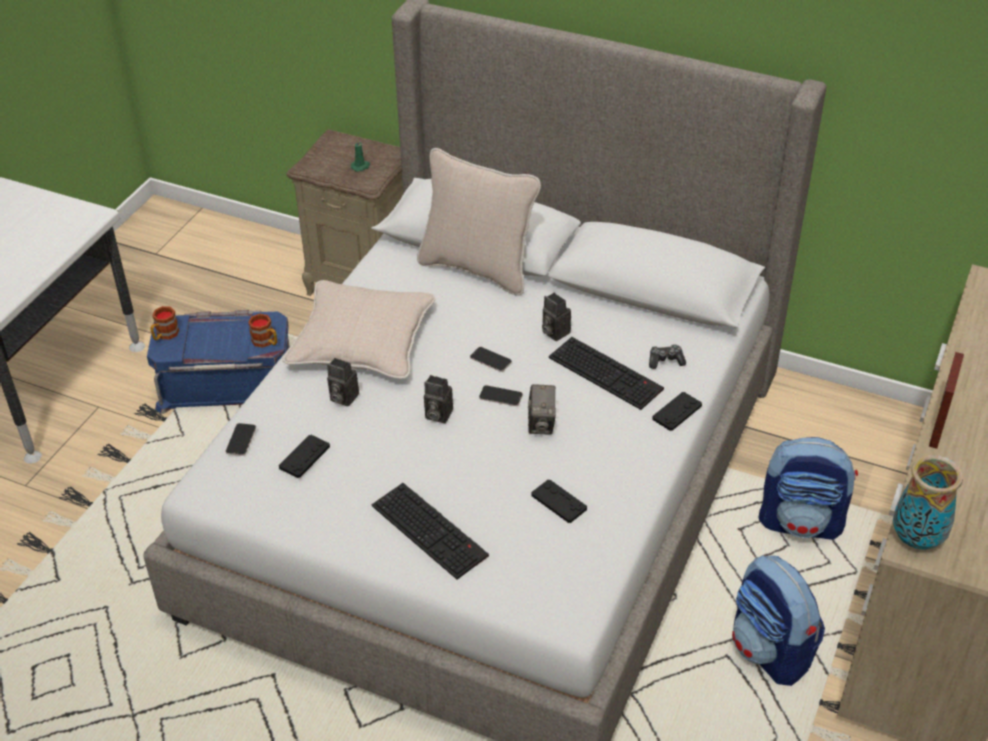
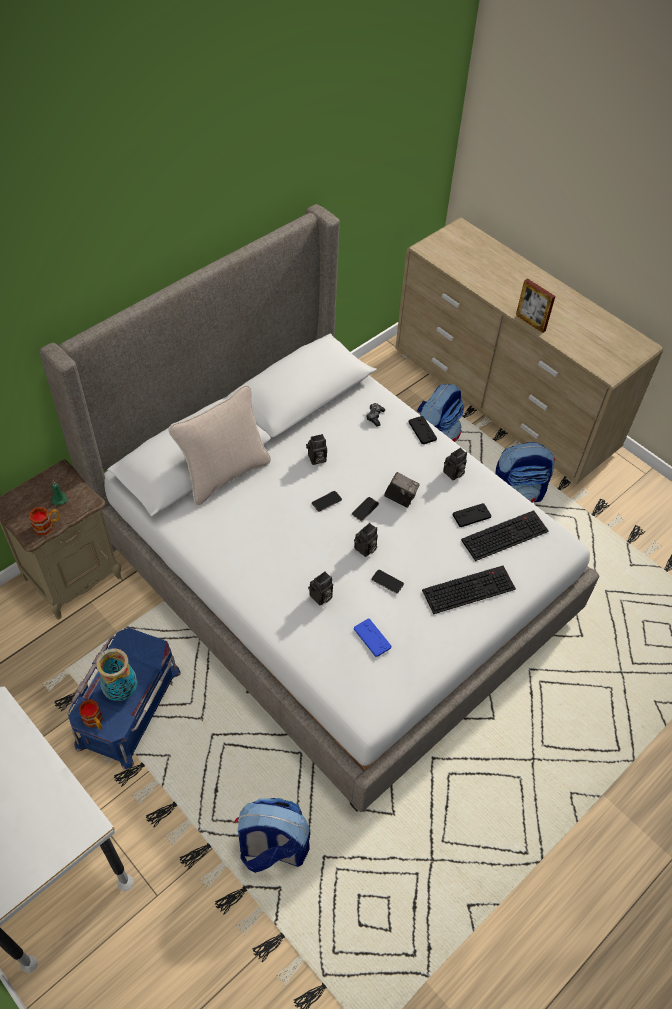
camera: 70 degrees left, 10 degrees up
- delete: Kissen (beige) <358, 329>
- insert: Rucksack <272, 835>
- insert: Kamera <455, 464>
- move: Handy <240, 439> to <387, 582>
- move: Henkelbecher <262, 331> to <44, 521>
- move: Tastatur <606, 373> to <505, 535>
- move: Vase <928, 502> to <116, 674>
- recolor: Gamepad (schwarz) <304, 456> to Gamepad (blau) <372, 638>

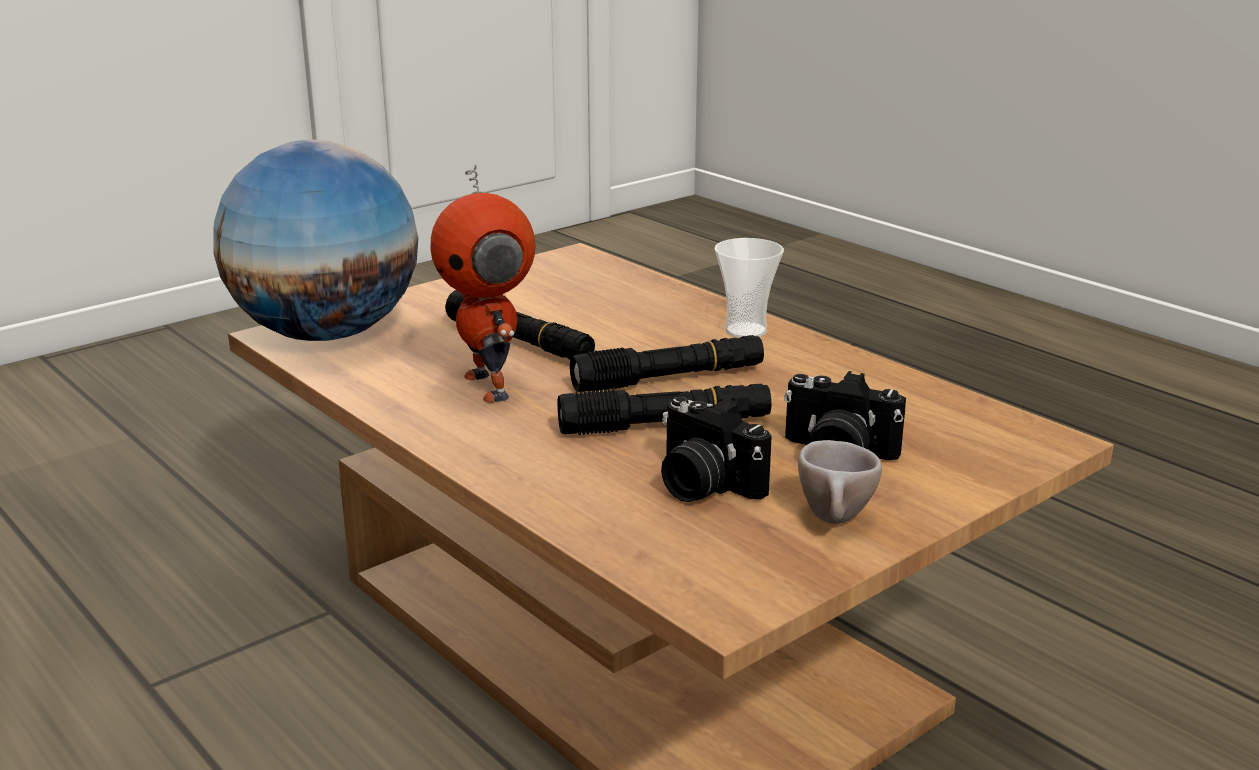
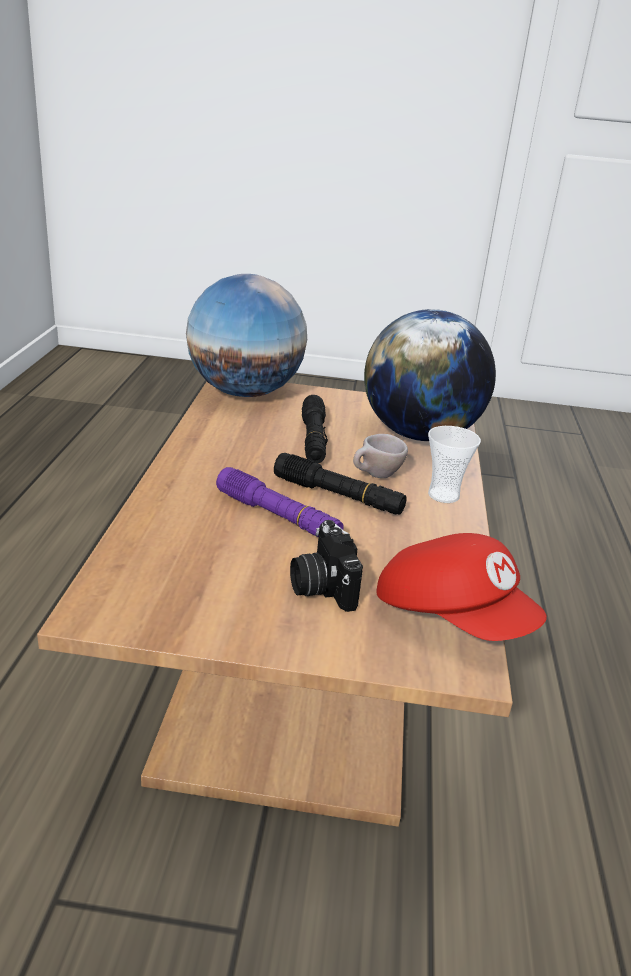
camera: 45 degrees right, 5 degrees up
- delete: Spielzeugroboter <483, 284>
- delete: Kamera <716, 449>
- insert: Globus <430, 375>
- insert: Kappe (rot) <461, 587>
- move: Tasse (beige) <840, 482> to <380, 456>
- recolor: Taschenlampe (schwarz) <665, 409> to Taschenlampe (lila) <279, 502>

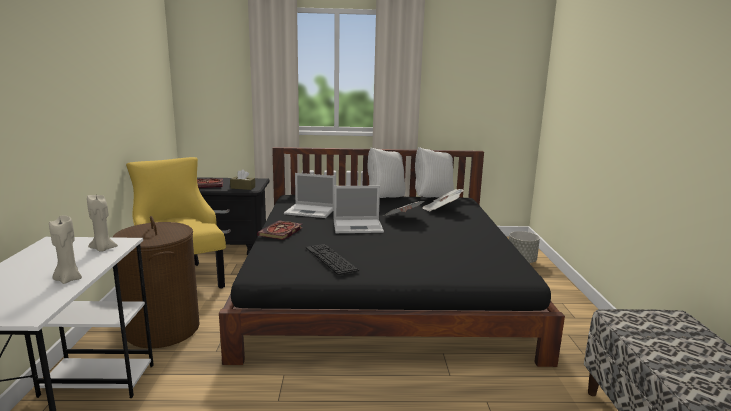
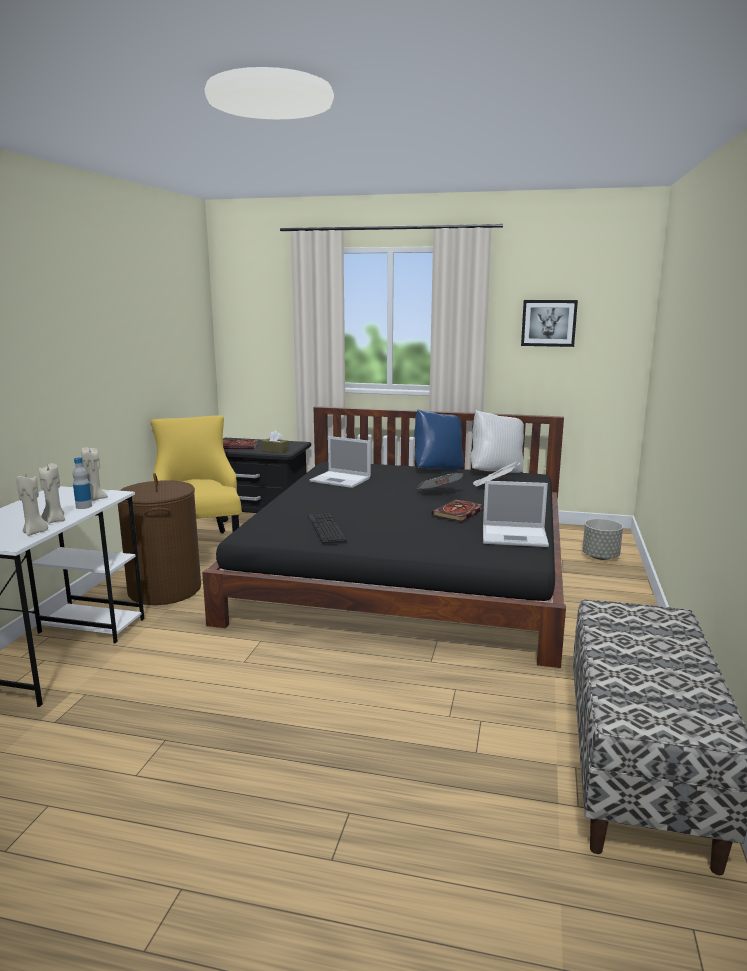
camera: 15 degrees right, 0 degrees up
- insert: Kerze (beige) <32, 506>
- insert: Flasche <82, 483>
- insert: Bild <549, 323>
- move: Buch <280, 230> to <457, 510>
- move: Laptop <359, 209> to <516, 514>
- recolor: Kissen (weiß) <386, 172> to Kissen (blau) <439, 439>

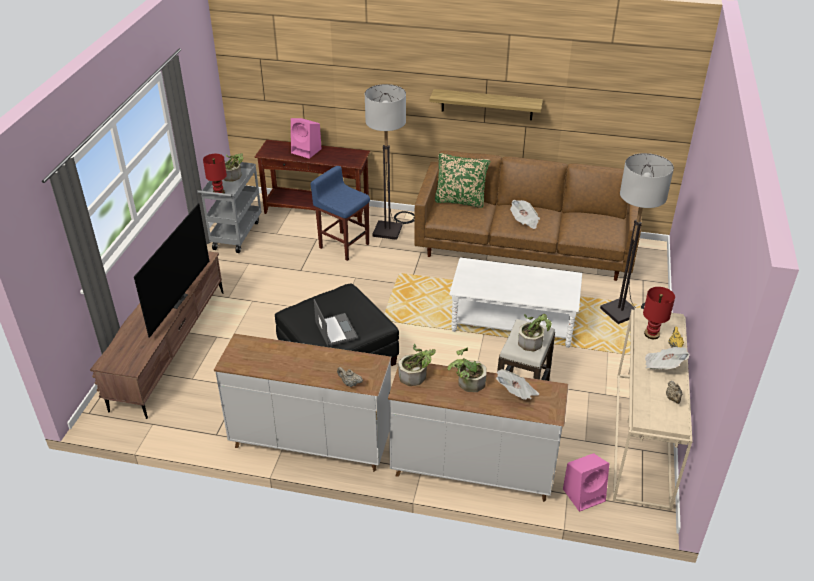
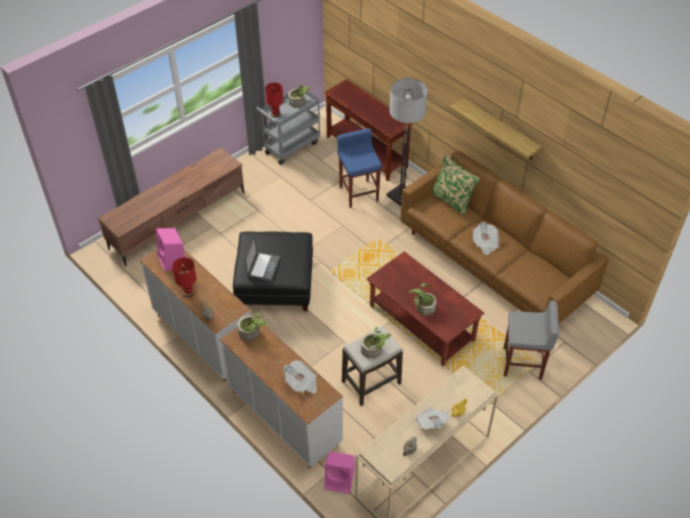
camera: 35 degrees right, 10 degrees up
- delete: Fernseher <171, 270>
- move: Lautsprecher (rosa) <306, 138> to <170, 250>
- move: Topfpflanze <467, 370> to <423, 299>
- move: Tischlampe (rot) <659, 313> to <184, 277>
- replace: Stehlampe <637, 238> to Hocker (grau) <531, 340>
- recolor: Couchtisch (weiß) <515, 303> to Couchtisch (braun) <425, 309>

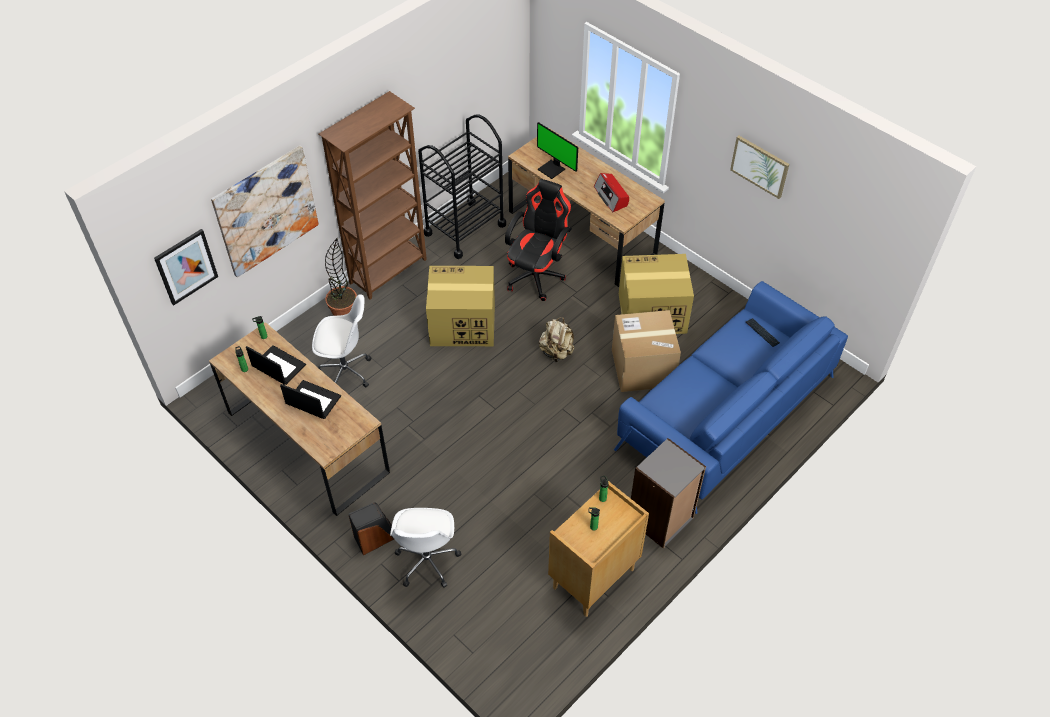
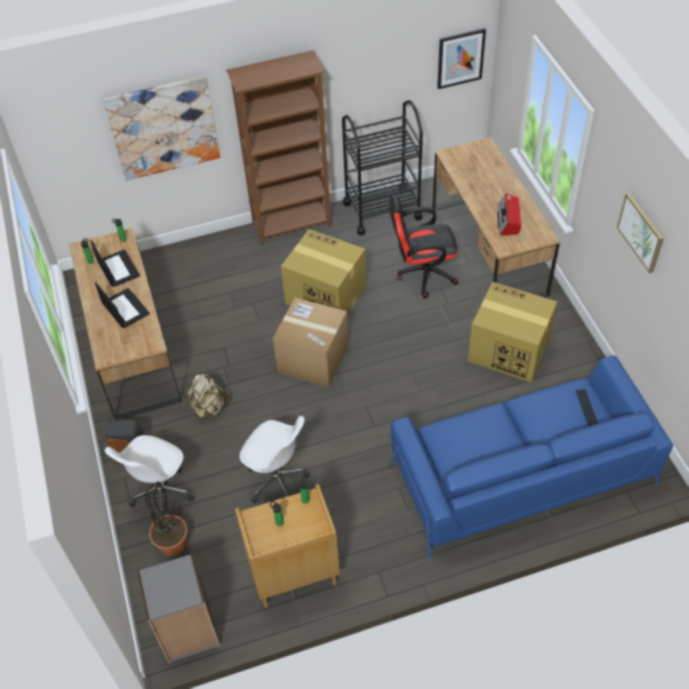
camera: 30 degrees right, 0 degrees up
- delete: Monitor <557, 150>
- move: Bild <186, 267> to <461, 58>
- move: Bürostuhl (weiß) <341, 341> to <275, 459>
- move: Topfpflanze <341, 277> to <166, 518>
- move: Rucksack (beige) <556, 339> to <208, 396>
- move: Karton <646, 351> to <311, 342>
- move: Bücherregal (grau) <668, 493> to <178, 608>
- rotate: Bürostuhl (schwarz) <538, 240> = <423, 247> 150 degrees counterclockwise

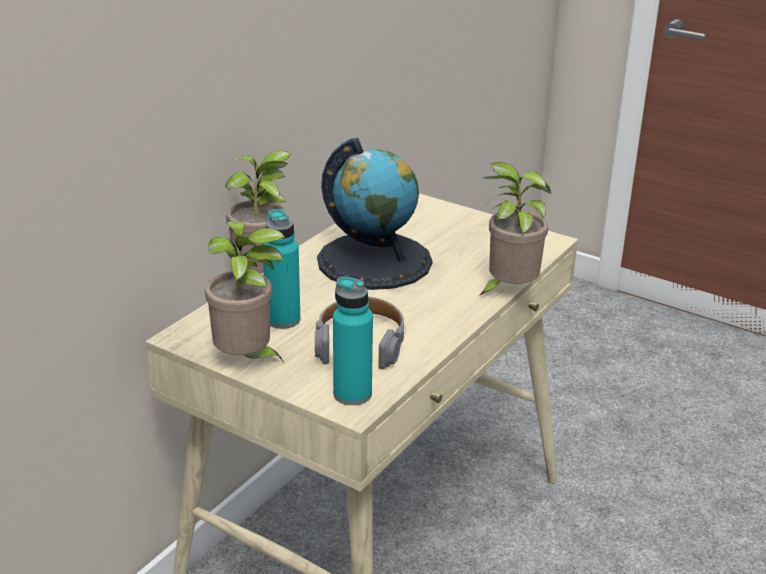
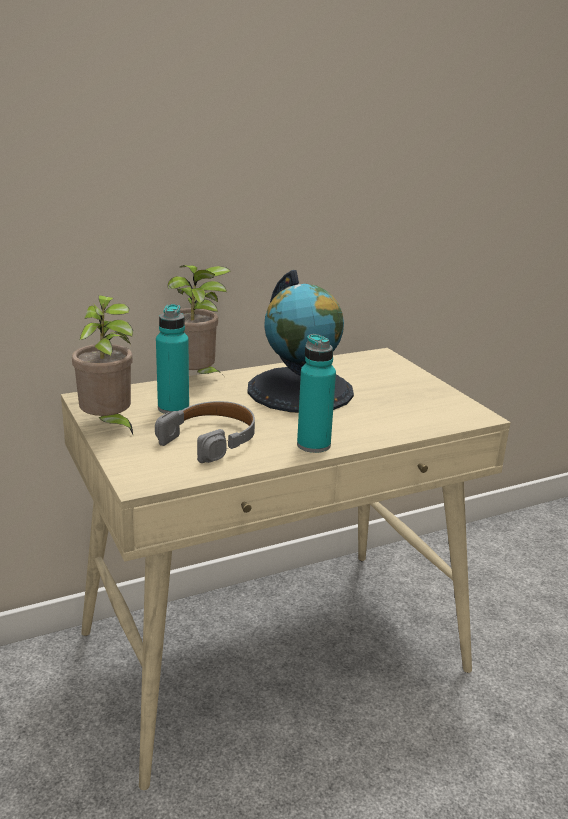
camera: 30 degrees right, 5 degrees down
- delete: Topfpflanze <514, 229>
- move: Flasche (türkis) <353, 340> to <316, 393>

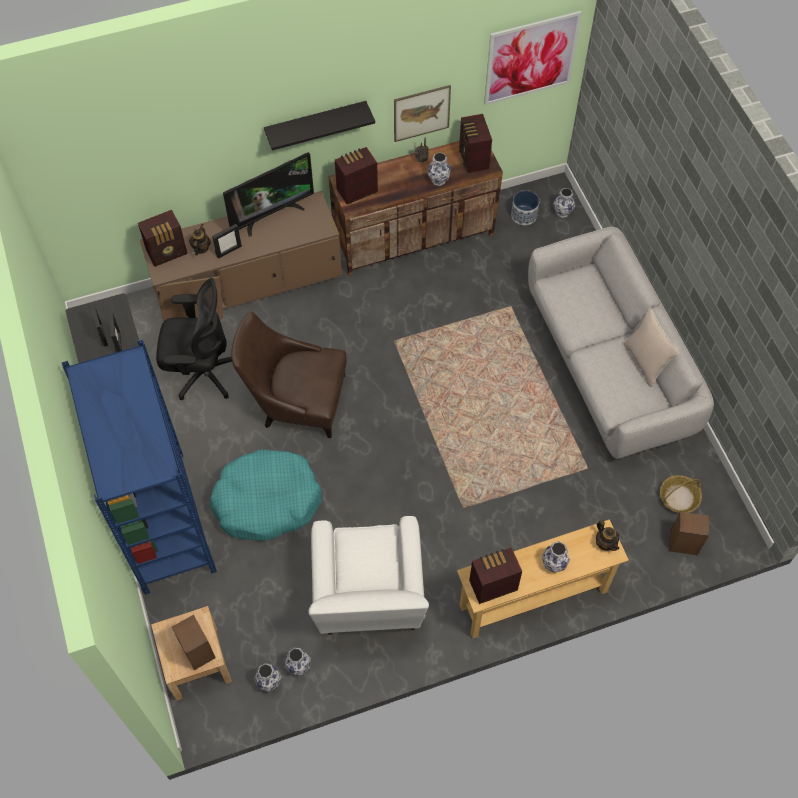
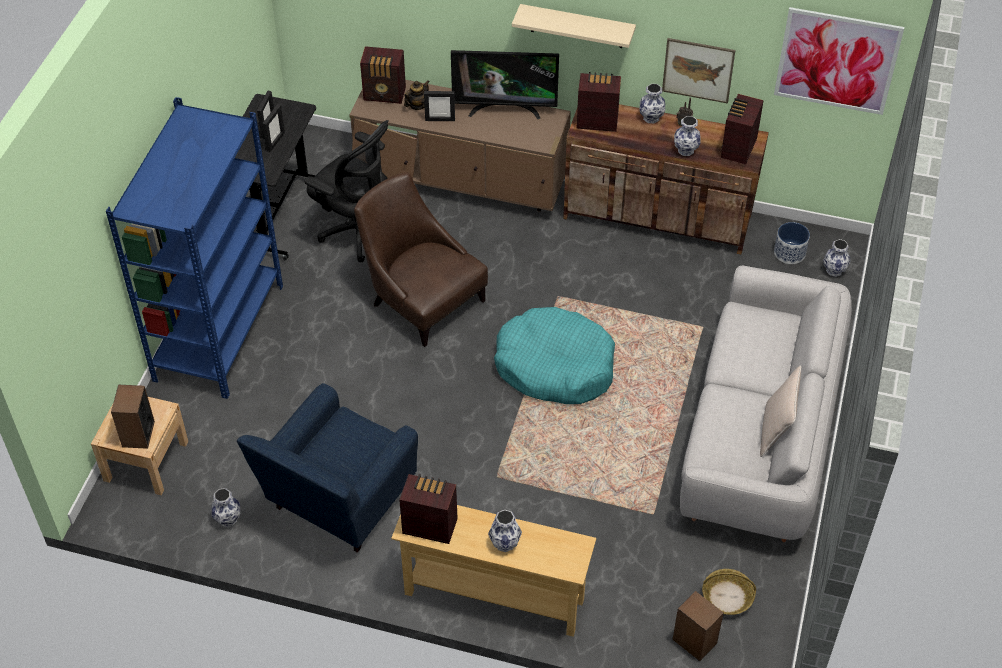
camera: 35 degrees right, 10 degrees down
- delete: Teekanne <607, 535>
- move: Hundebett (türkis) <266, 495> to <554, 355>
- move: Vase <268, 677> to <652, 103>
- recolor: Wandregal (schwarz) <319, 125> to Wandregal (beige) <574, 26>
- recolor: Sessel (weiß) <369, 575> to Sessel (blau) <327, 468>

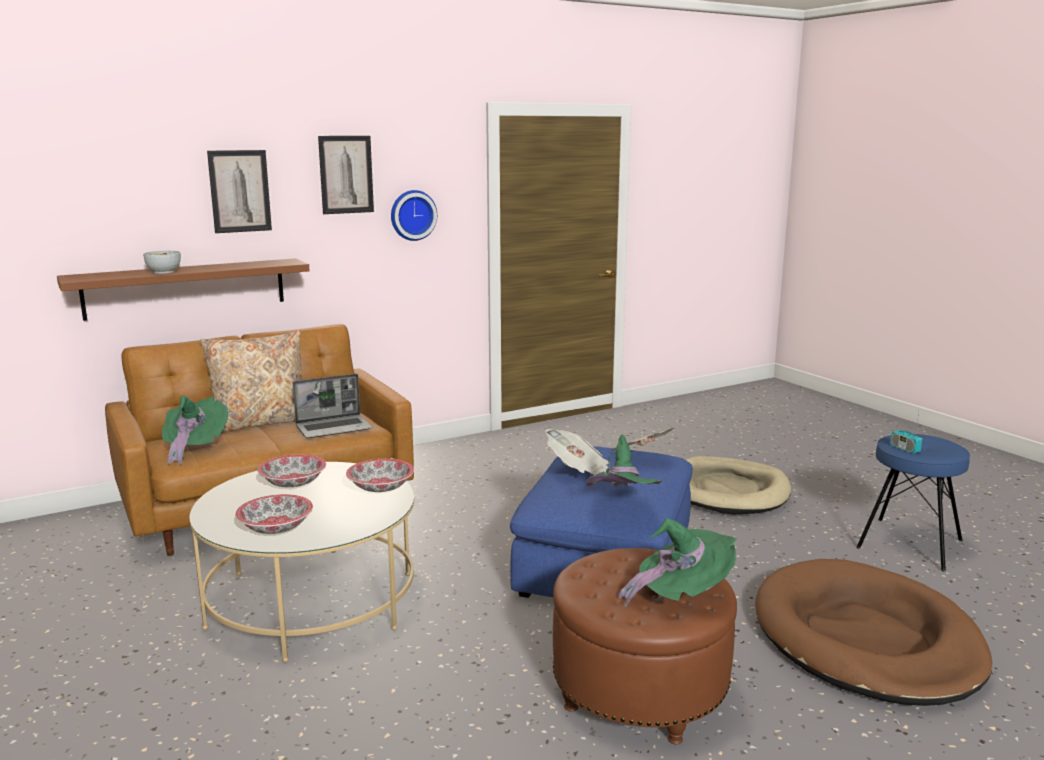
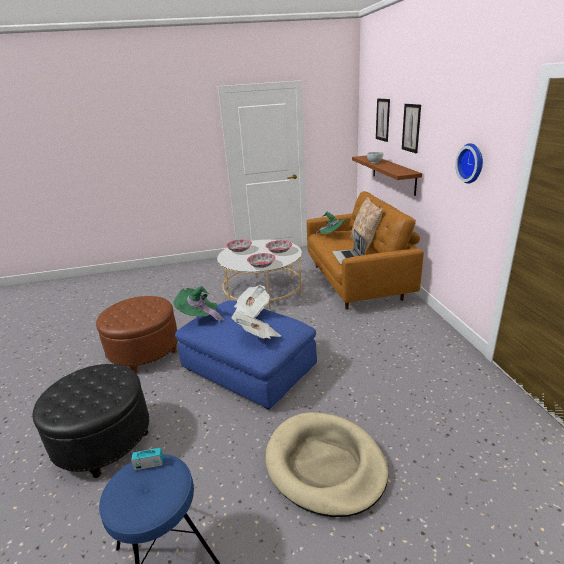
camera: 110 degrees right, 10 degrees up
- delete: Hut (grün) <677, 562>
- move: Bild <346, 175> to <383, 120>
- replace: Hundebett (braun) <873, 632> to Polsterhocker (schwarz) <91, 421>

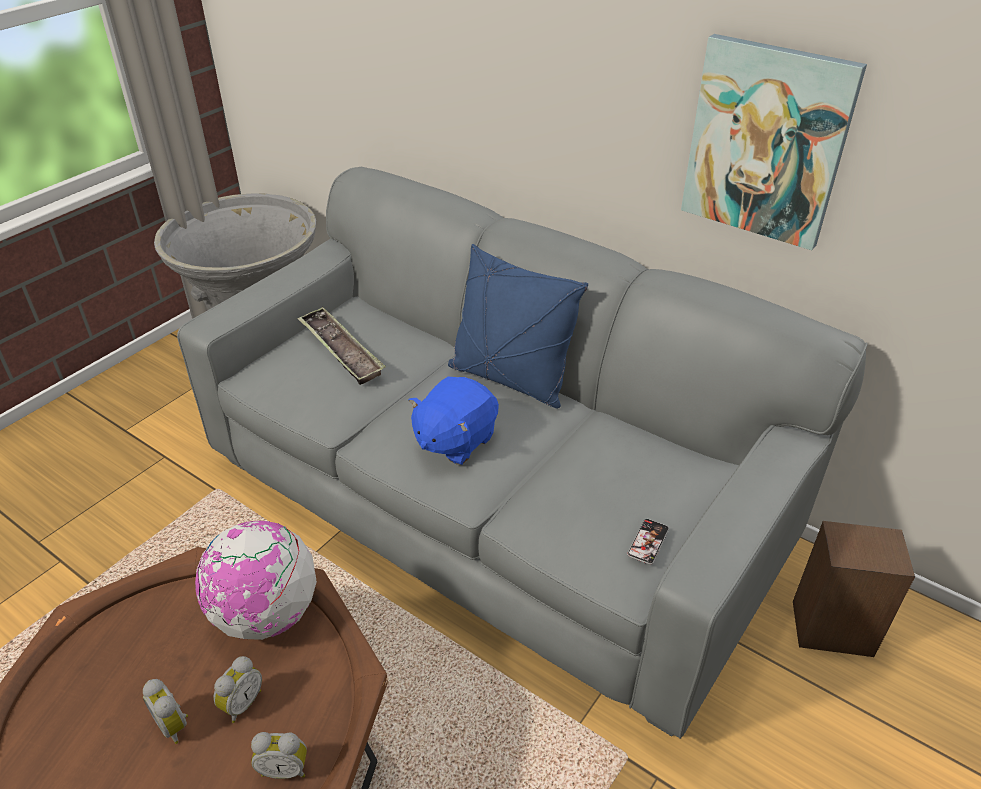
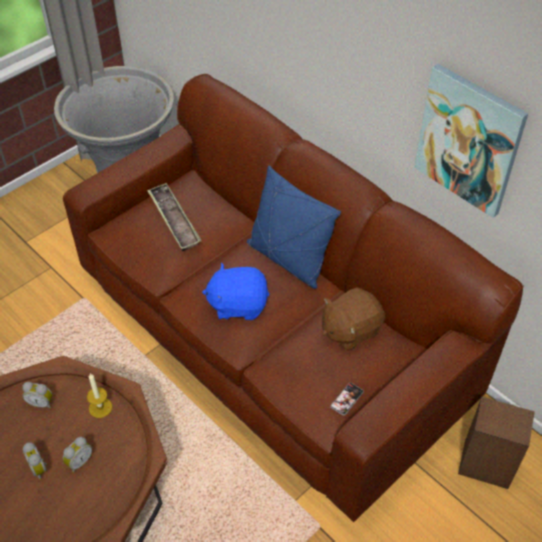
camera: 10 degrees right, 10 degrees up
- insert: Plüschtier (braun) <353, 319>
- move: Wecker <279, 755> to <37, 395>
- replace: Globus <256, 580> to Kerze <99, 396>
- recolor: Sofa (grau) <522, 453> to Sofa (braun) <293, 298>
- rotate: Plüschtier (blau) <454, 420> = <235, 291> 45 degrees clockwise

